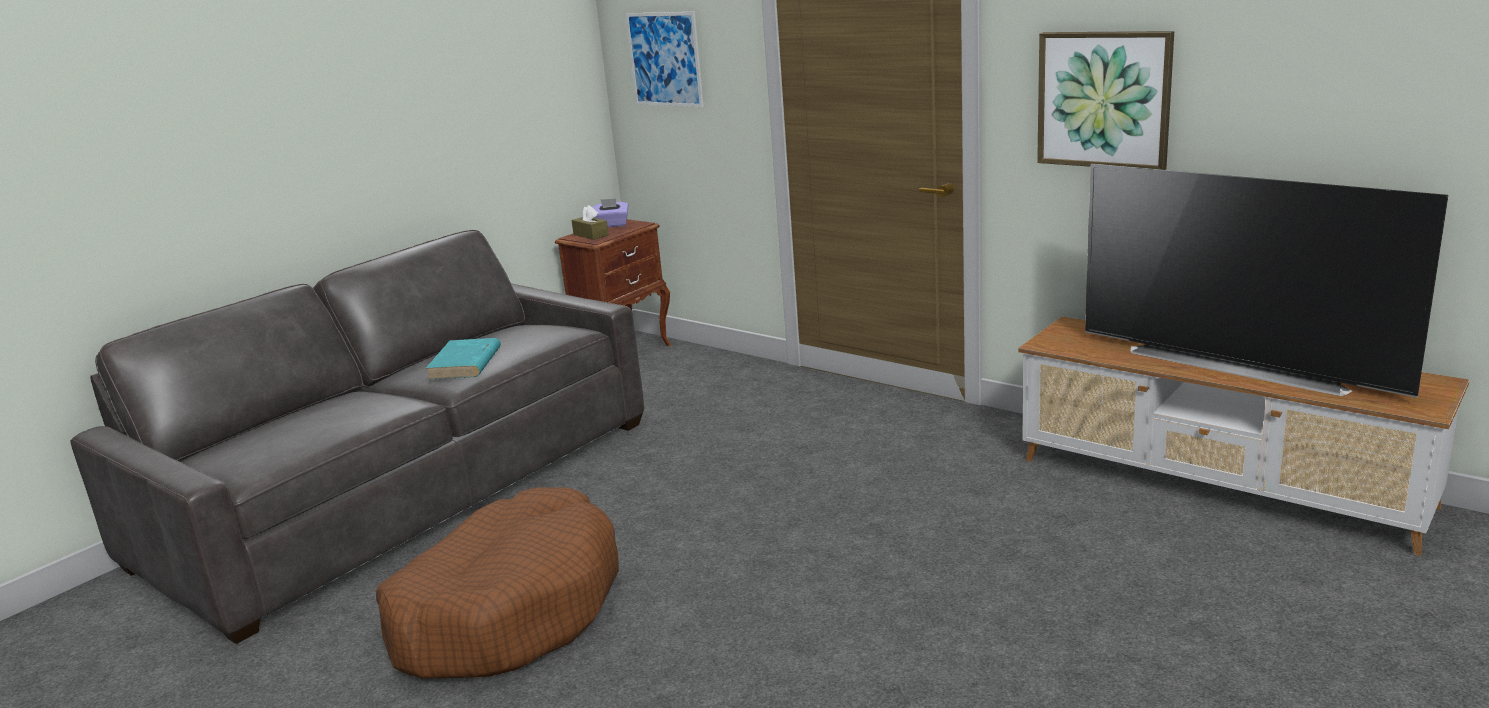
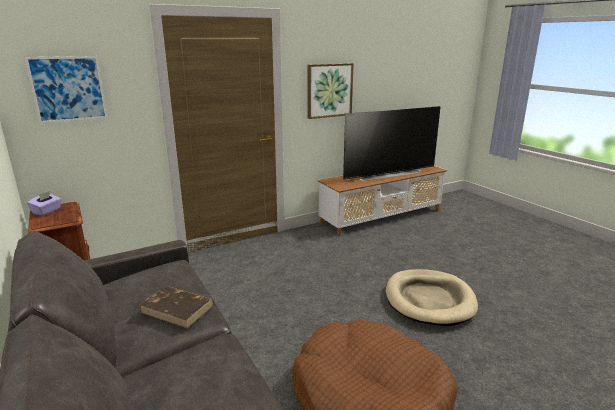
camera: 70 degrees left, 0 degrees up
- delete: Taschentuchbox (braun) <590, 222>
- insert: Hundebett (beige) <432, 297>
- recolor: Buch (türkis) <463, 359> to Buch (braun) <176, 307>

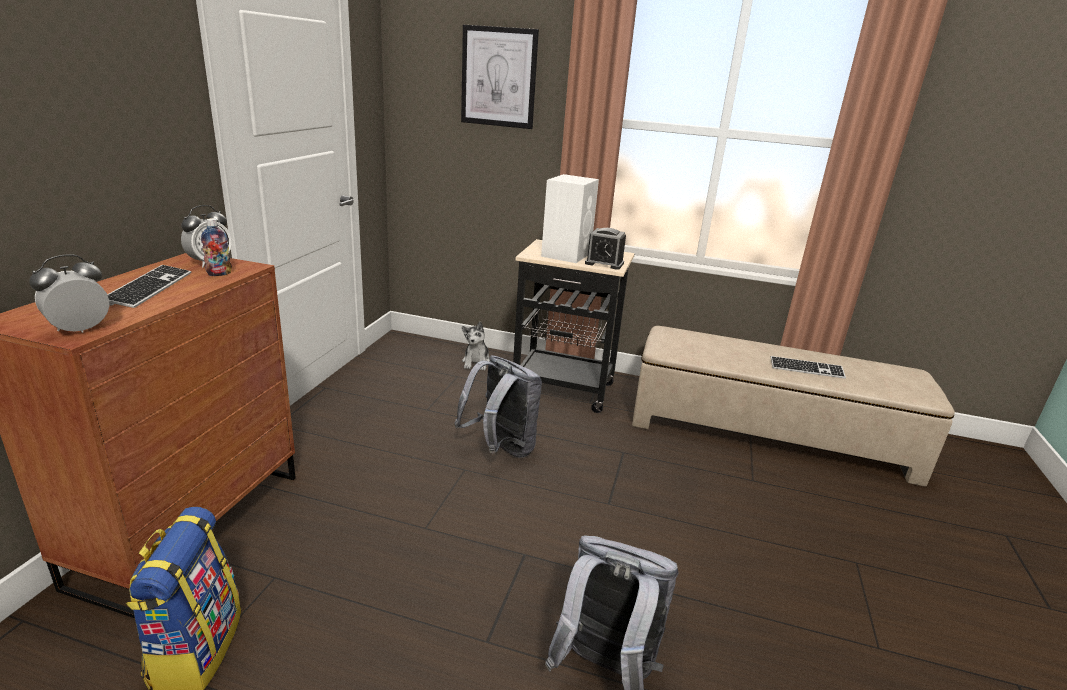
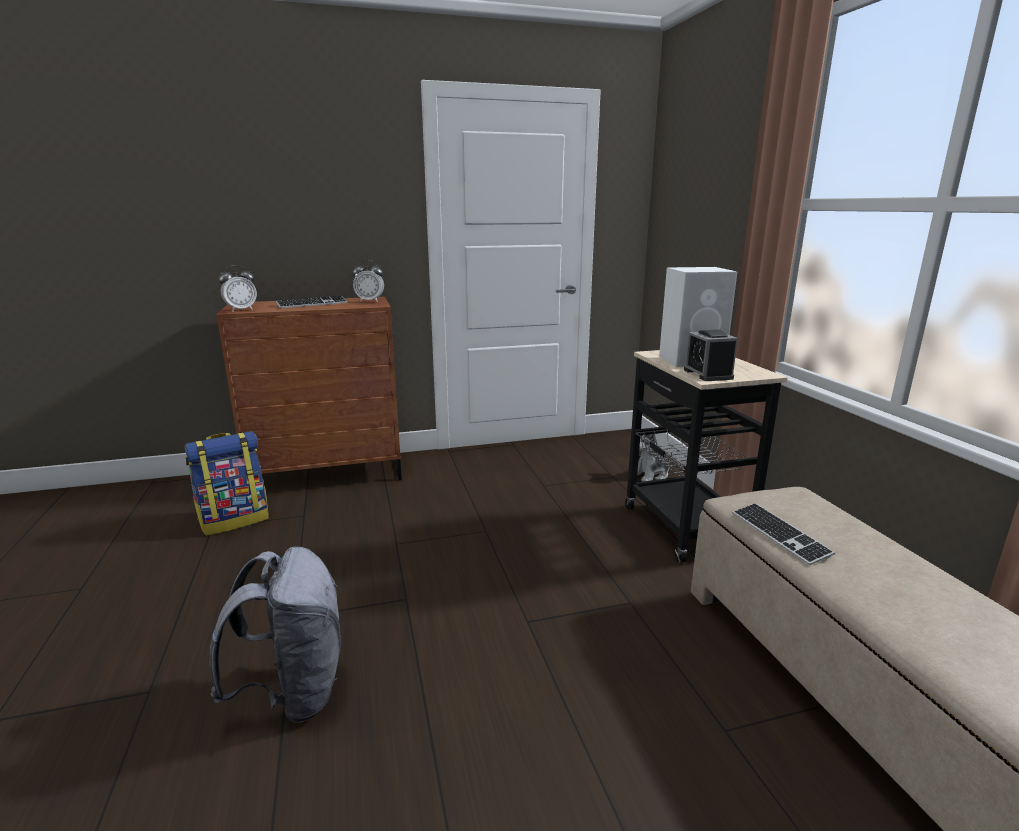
camera: 60 degrees right, 5 degrees down
- delete: Flasche <216, 247>
- delete: Rucksack (grau) <498, 406>
- delete: Bild <500, 77>
- move: Tastatur <808, 367> to <784, 534>
- rotate: Wecker <69, 294> = <238, 288> 135 degrees clockwise

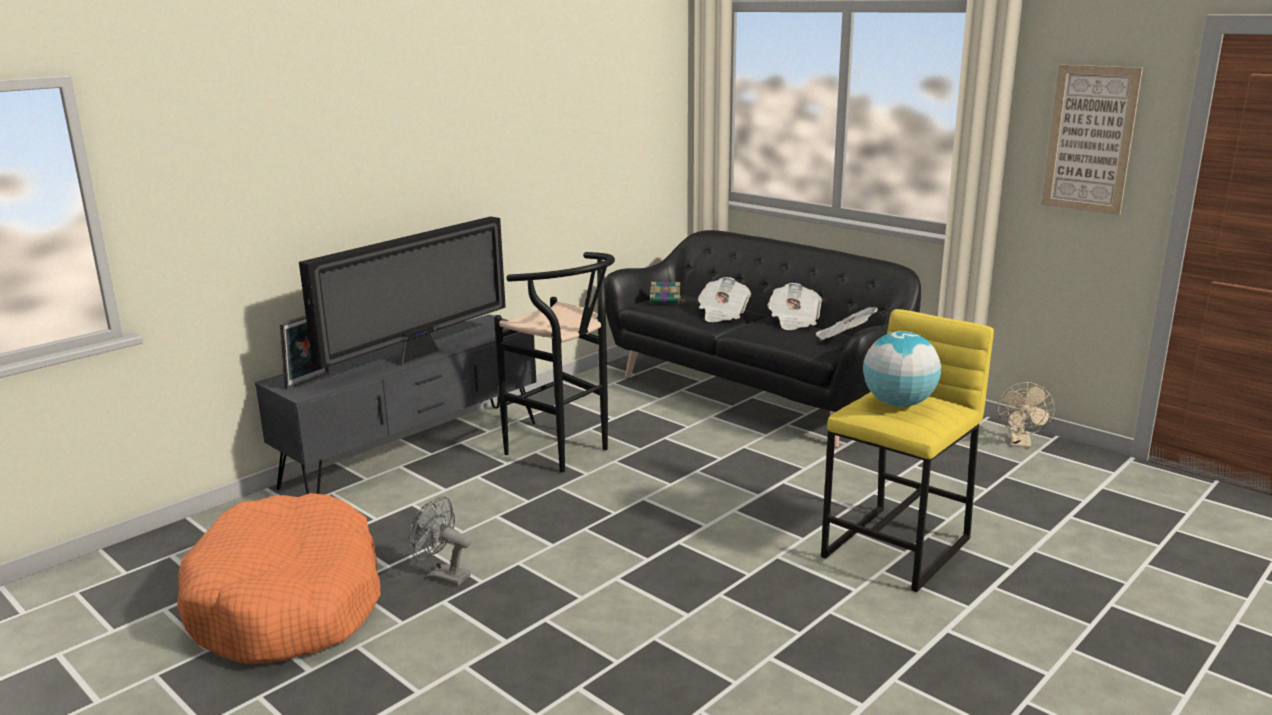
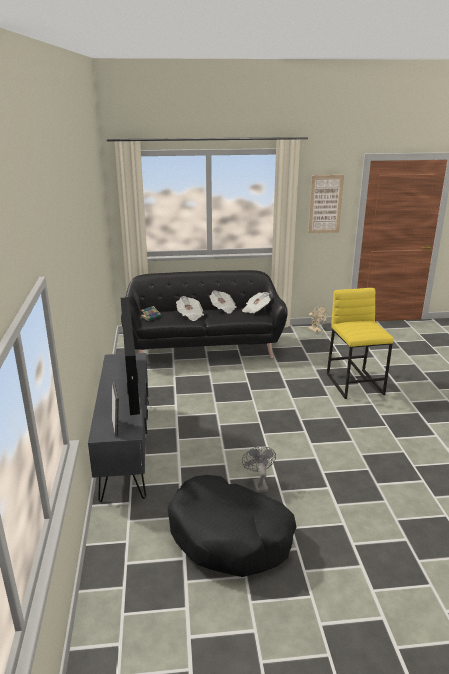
camera: 50 degrees left, 5 degrees up
- delete: Hocker (schwarz) <554, 362>
- delete: Globus <902, 369>
- recolor: Hundebett (orange) <278, 578> to Hundebett (schwarz) <231, 526>
- rotate: Ventilator (grau) <440, 541> = <259, 469> 105 degrees clockwise

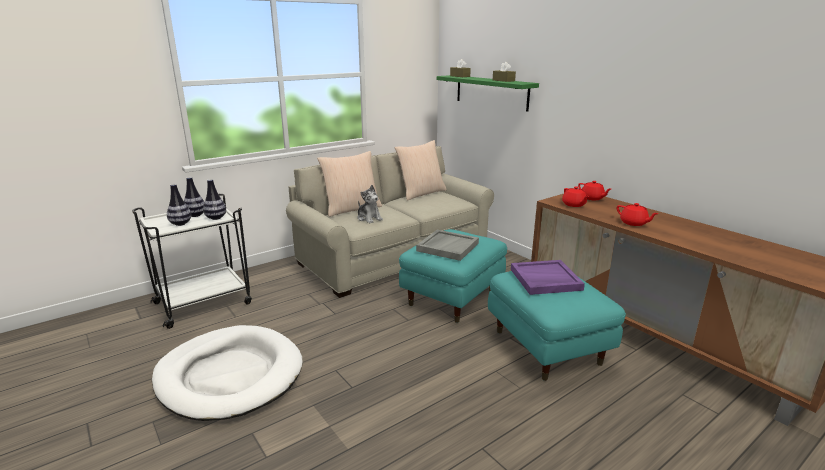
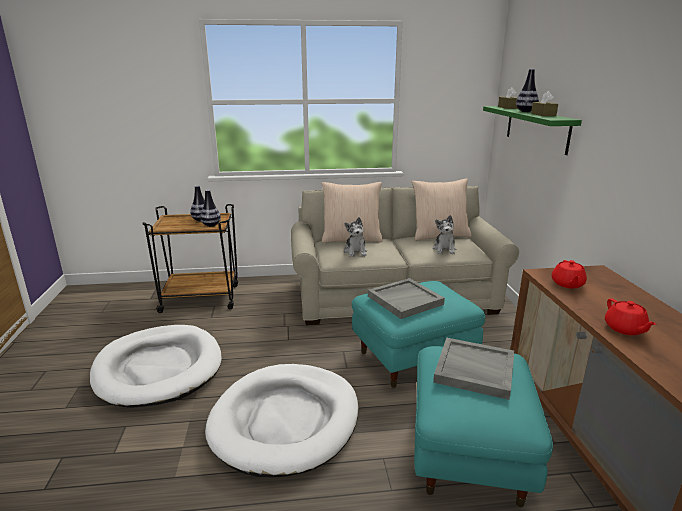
camera: 30 degrees right, 0 degrees up
- delete: Teekanne (rot) <594, 190>
- insert: Hundebett (weiß) <281, 420>
- insert: Plüschtier <444, 234>
- move: Vase <179, 205> to <527, 90>
- recolor: Rollwagen (weiß) <192, 261> to Rollwagen (braun) <190, 258>
- recolor: Tablett (lila) <548, 277> to Tablett (grau) <473, 369>

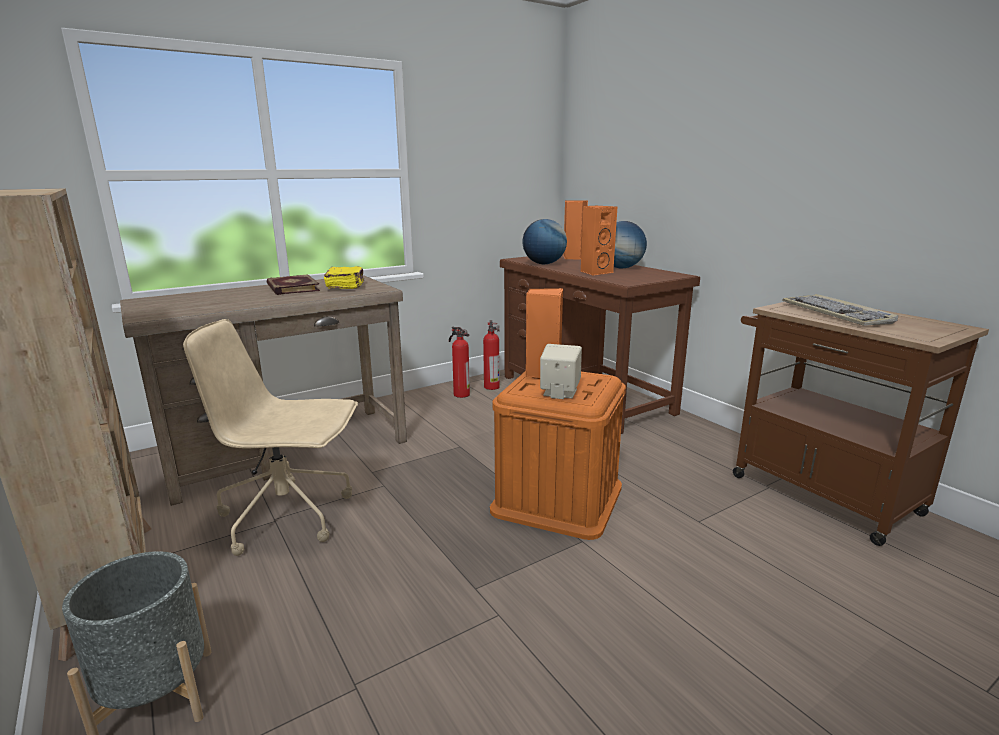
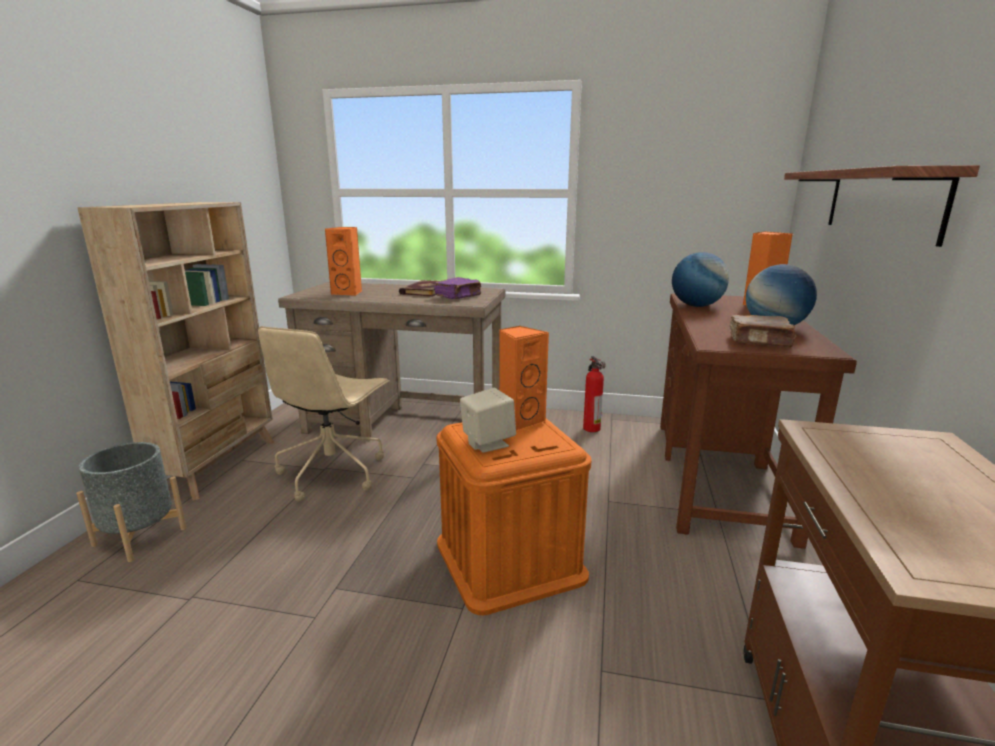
camera: 45 degrees right, 0 degrees up
- delete: Feuerlöscher <491, 355>
- delete: Tastatur <840, 310>
- insert: Buch (braun) <763, 331>
- insert: Wandregal <882, 206>
- move: Lautsprecher (orange) <599, 241> to <343, 261>
- recolor: Buch (gelb) <344, 277> to Buch (lila) <457, 288>
- rotate: Bürostuhl (beige) <270, 437> = <324, 414> 120 degrees counterclockwise

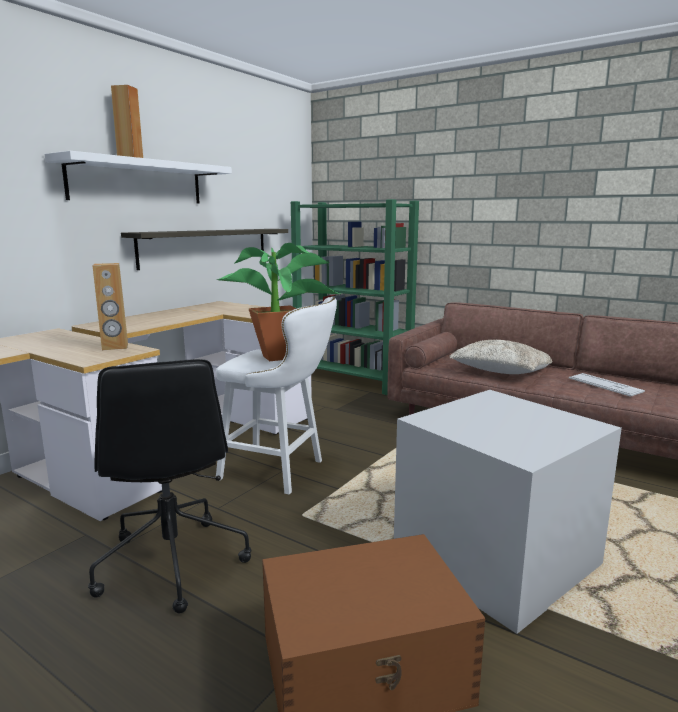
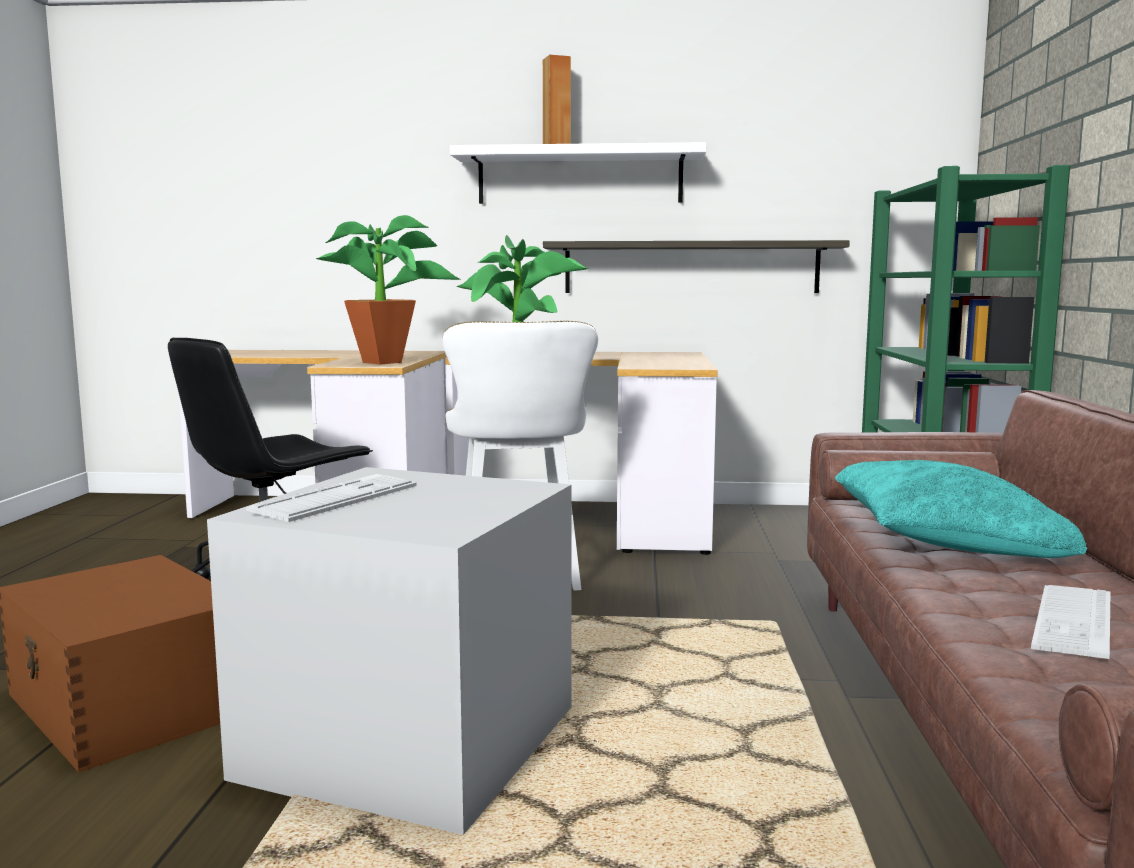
camera: 60 degrees right, 5 degrees down
- insert: Tastatur <331, 498>
- replace: Lautsprecher (braun) <110, 306> to Topfpflanze <388, 289>
- recolor: Kissen (beige) <501, 357> to Kissen (türkis) <961, 509>

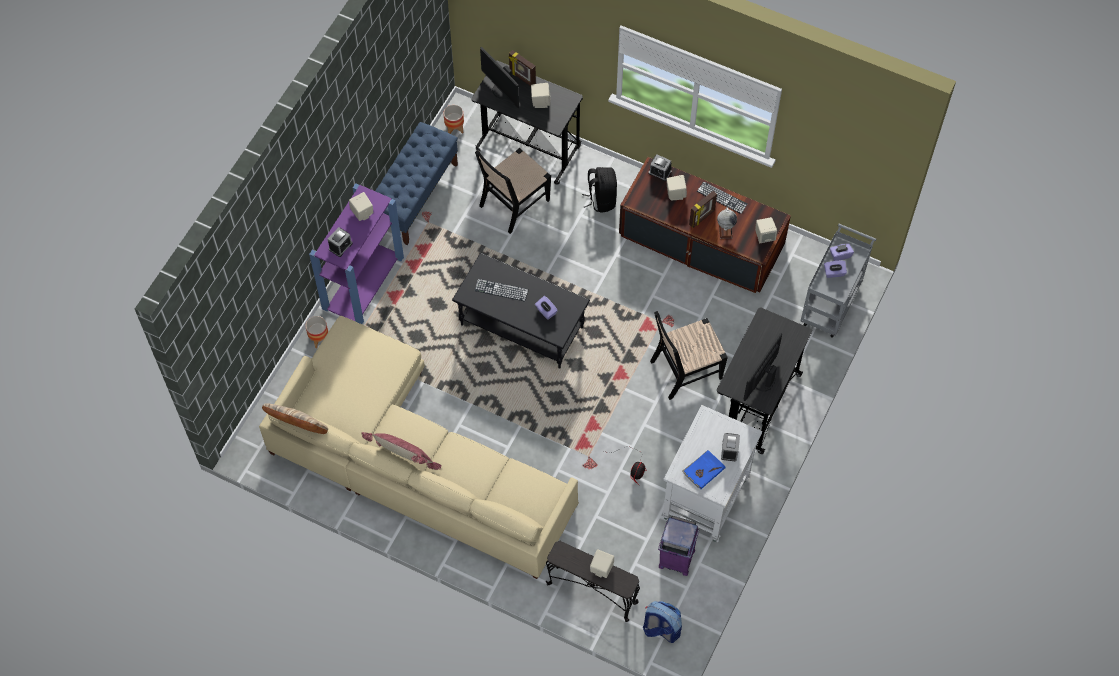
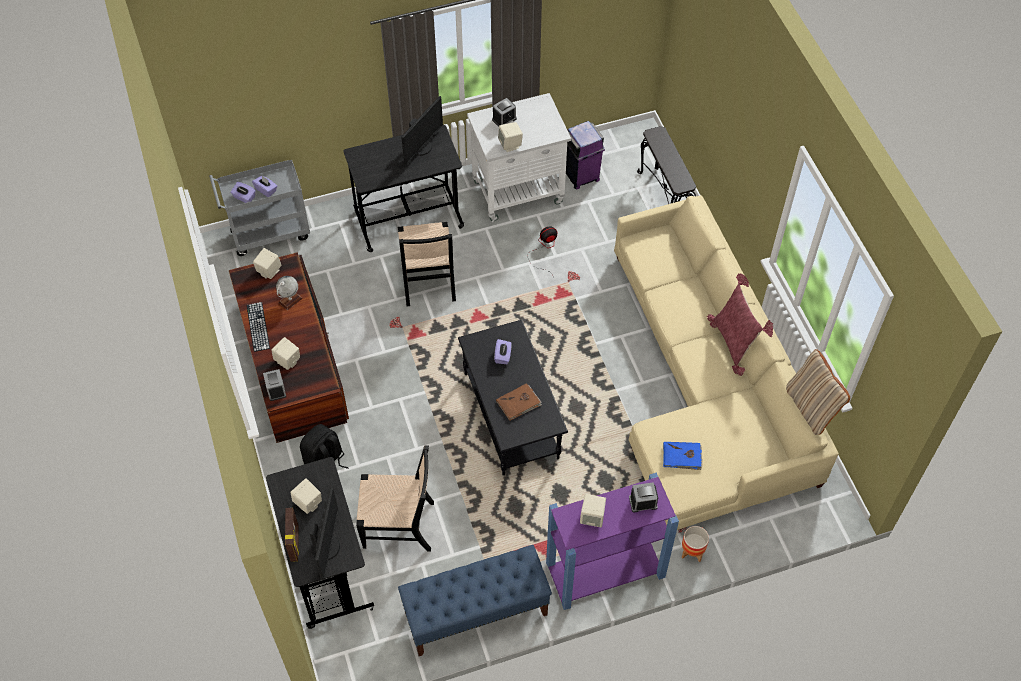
camera: 135 degrees left, 5 degrees down
- delete: Pflanzkübel <453, 119>
- delete: Rucksack <662, 622>
- delete: Bilderrahmen <703, 209>
- move: Lautsprecher (beige) <602, 563> to <510, 137>
- move: Buch (blau) <704, 469> to <682, 456>
- replace: Tastatur <502, 290> to Buch (braun) <519, 402>
- rotate: Stuhl <689, 355> = <427, 264> 60 degrees clockwise
- rotate: Monitor <763, 367> = <422, 130> 45 degrees counterclockwise

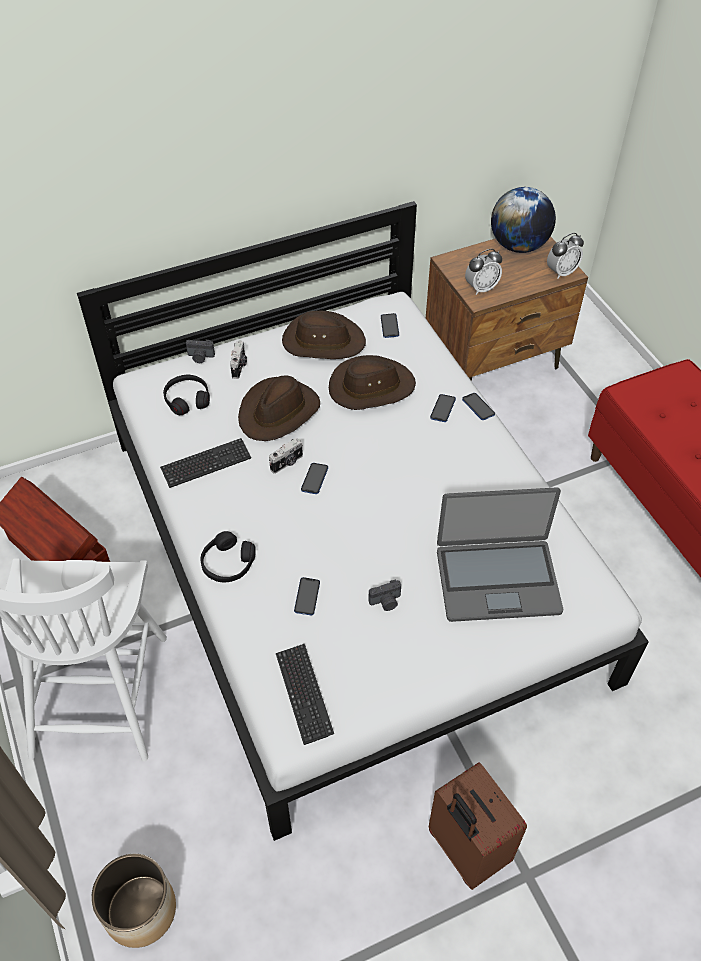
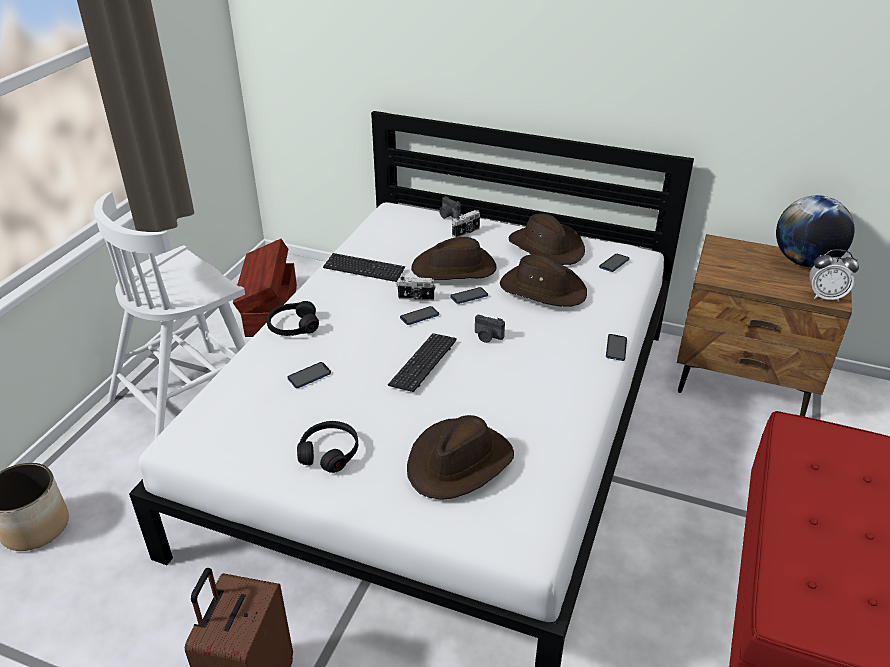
camera: 45 degrees right, 15 degrees down
- delete: Wecker <483, 272>
- move: Kopfhörer (schwarz) <186, 395> to <327, 447>
- move: Tastatur <305, 694> to <422, 362>
- move: Kamera <384, 595> to <490, 329>
- move: Handy <443, 408> to <469, 295>
- replace: Laptop <500, 554> to Hut (braun) <460, 457>

